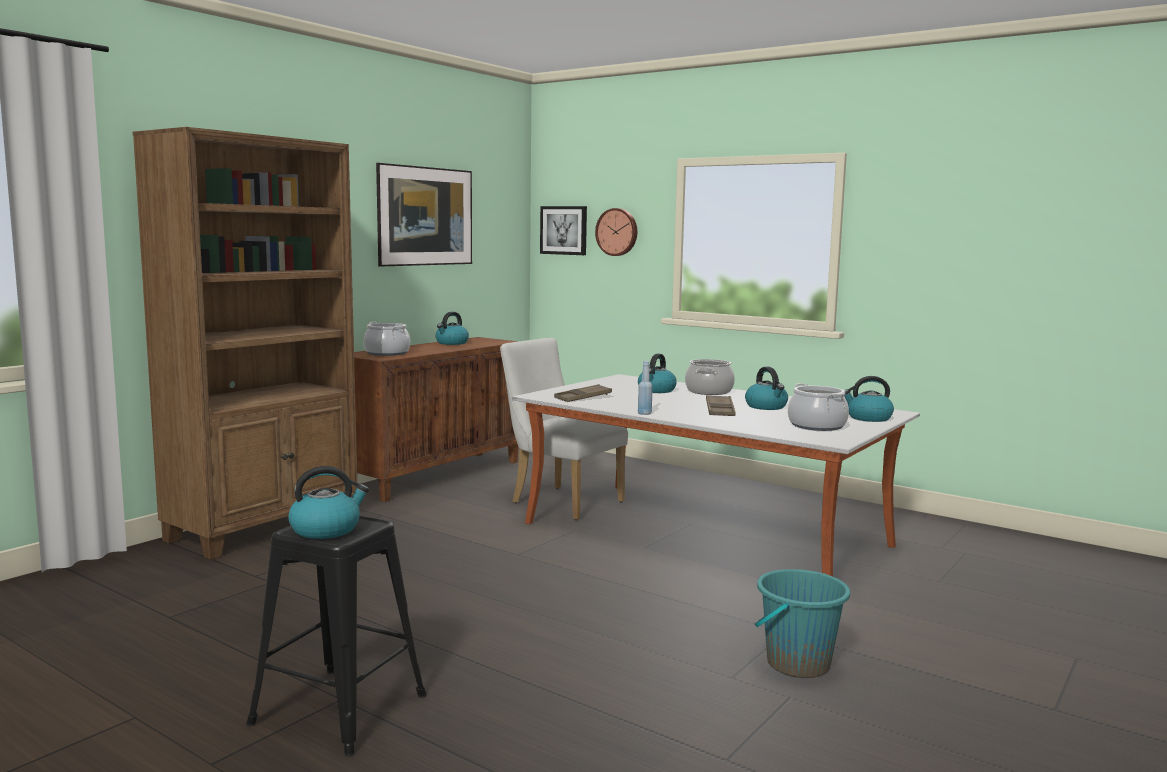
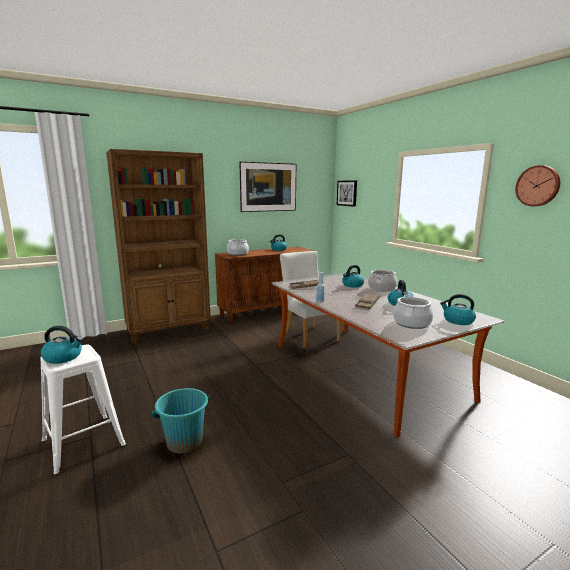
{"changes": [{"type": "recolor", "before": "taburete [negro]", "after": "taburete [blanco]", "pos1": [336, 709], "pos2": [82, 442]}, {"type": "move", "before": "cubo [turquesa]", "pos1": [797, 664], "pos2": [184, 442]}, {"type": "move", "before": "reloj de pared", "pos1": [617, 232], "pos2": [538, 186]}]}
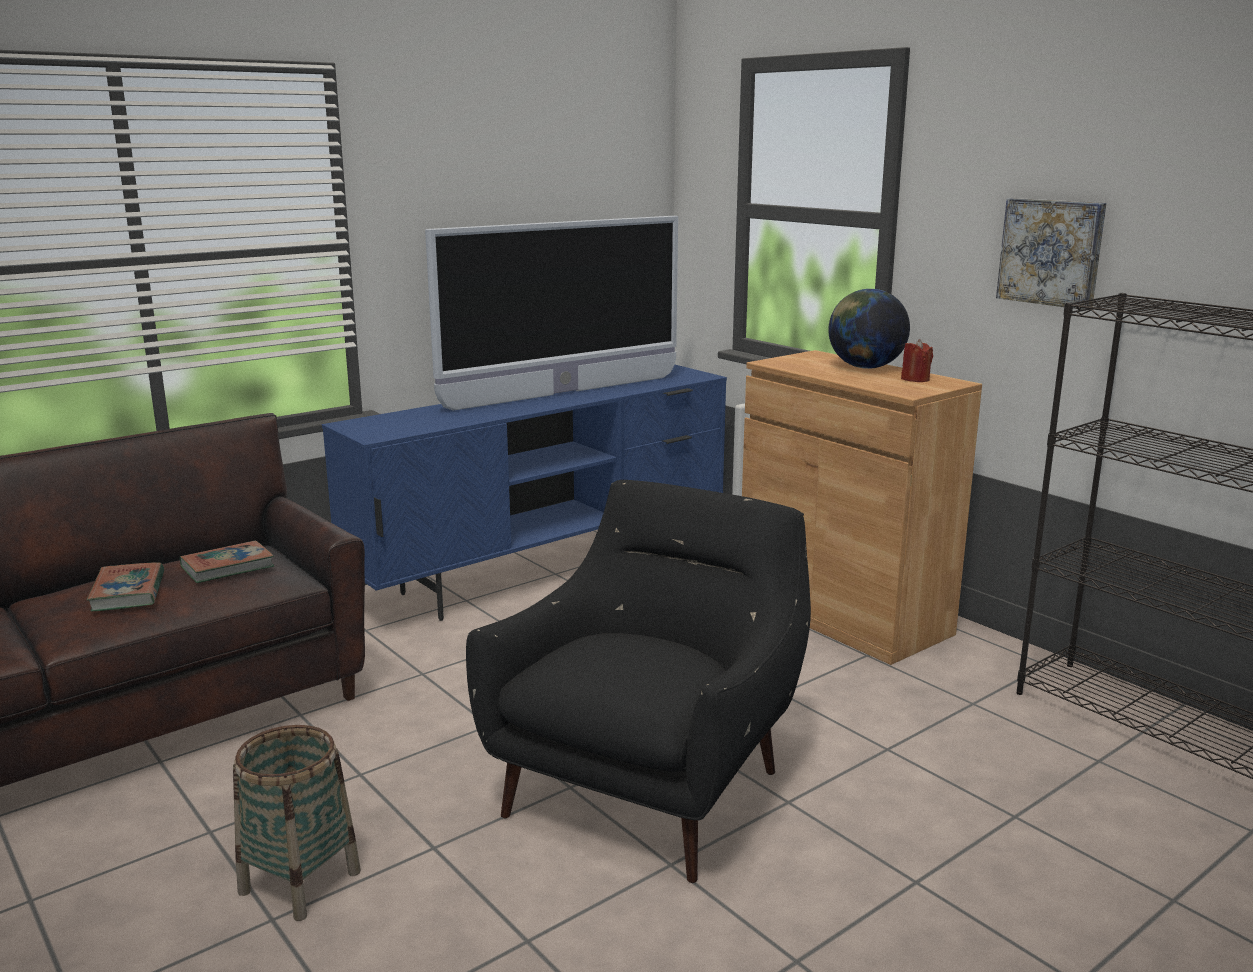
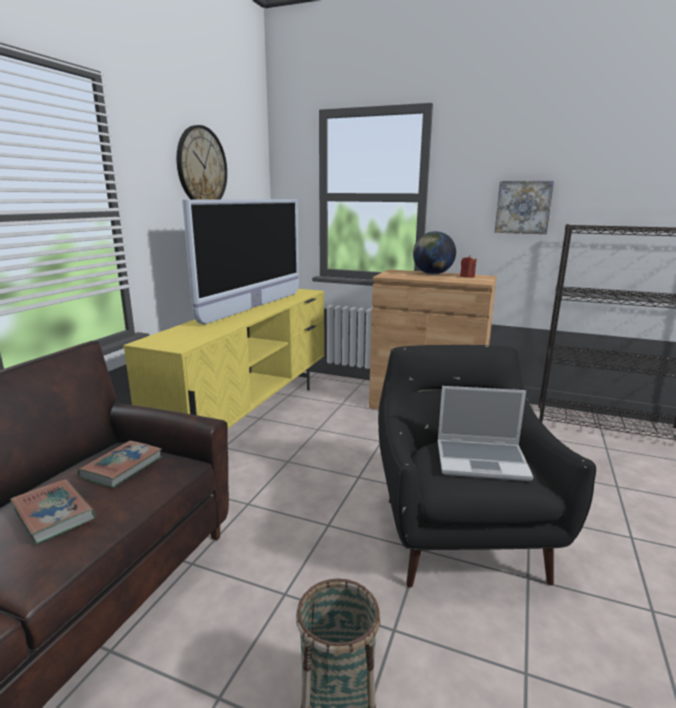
{"changes": [{"type": "recolor", "before": "mueble de televisión [azul]", "after": "mueble de televisión [amarillo]", "pos1": [547, 570], "pos2": [252, 417]}, {"type": "insert", "after": "reloj de pared", "pos2": [201, 167]}, {"type": "insert", "after": "portátil", "pos2": [482, 460]}]}
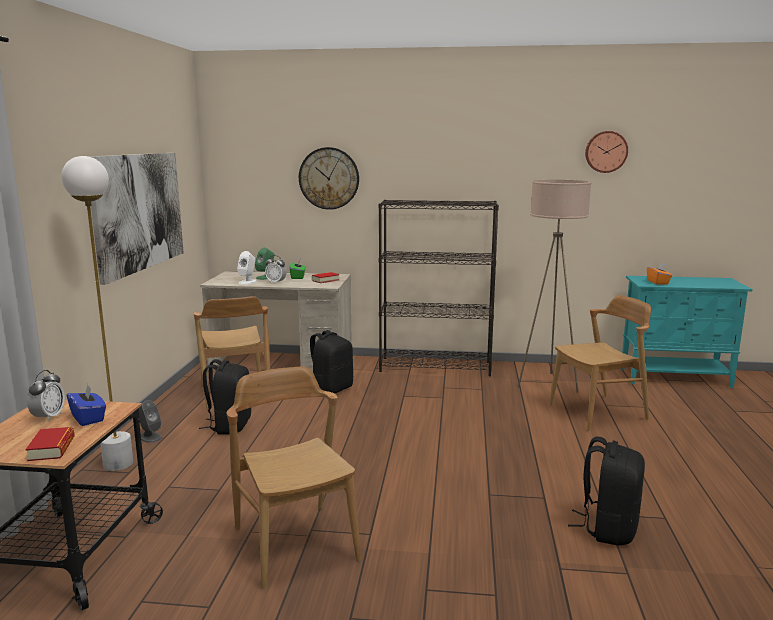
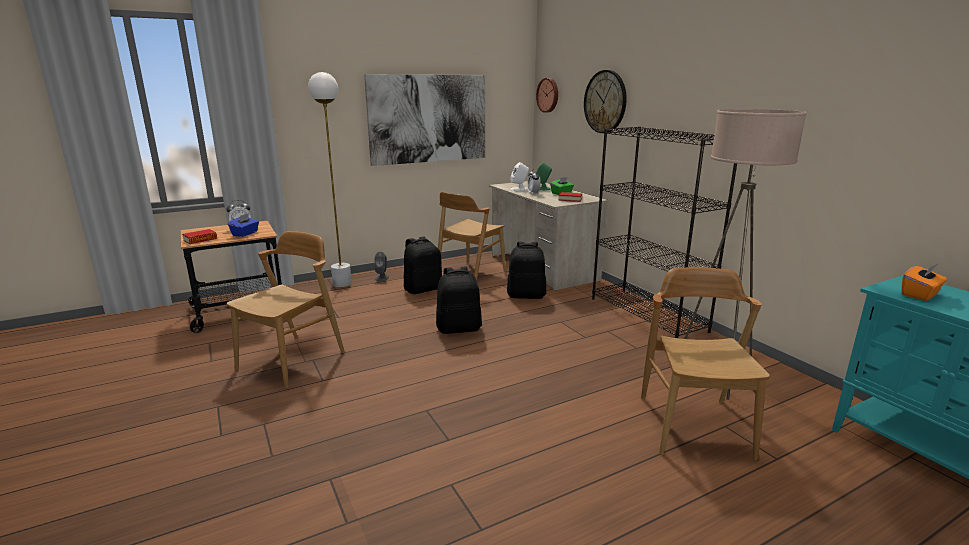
{"changes": [{"type": "move", "before": "mochila [negro]", "pos1": [607, 528], "pos2": [459, 328]}, {"type": "move", "before": "reloj de pared", "pos1": [606, 152], "pos2": [548, 95]}, {"type": "rotate", "before": "silla [marrón]", "pos1": [598, 412], "pos2": [694, 425], "turn": -120}]}
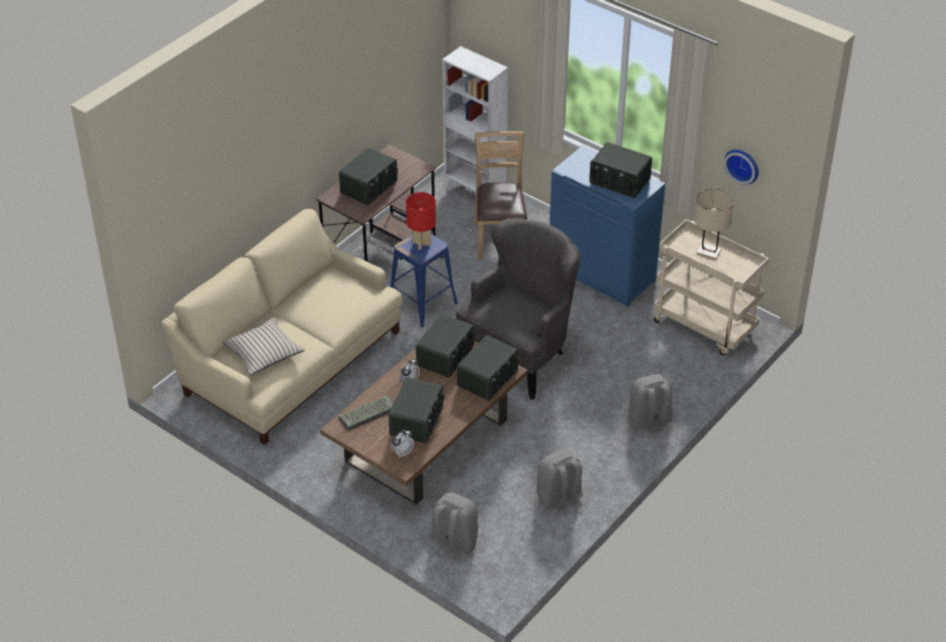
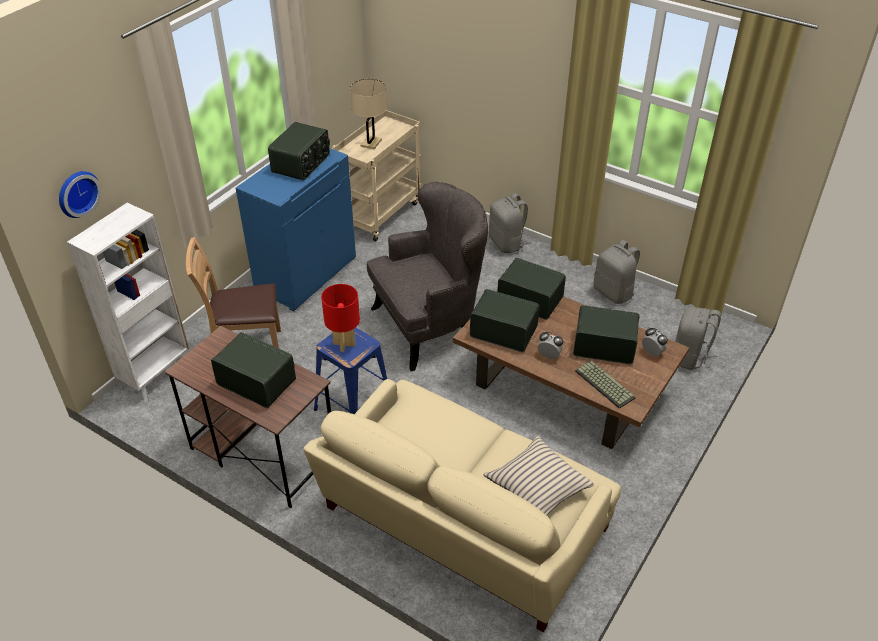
{"changes": [{"type": "move", "before": "reloj de pared", "pos1": [743, 165], "pos2": [76, 193]}, {"type": "rotate", "before": "sillón [gris]", "pos1": [520, 354], "pos2": [429, 326], "turn": 120}]}
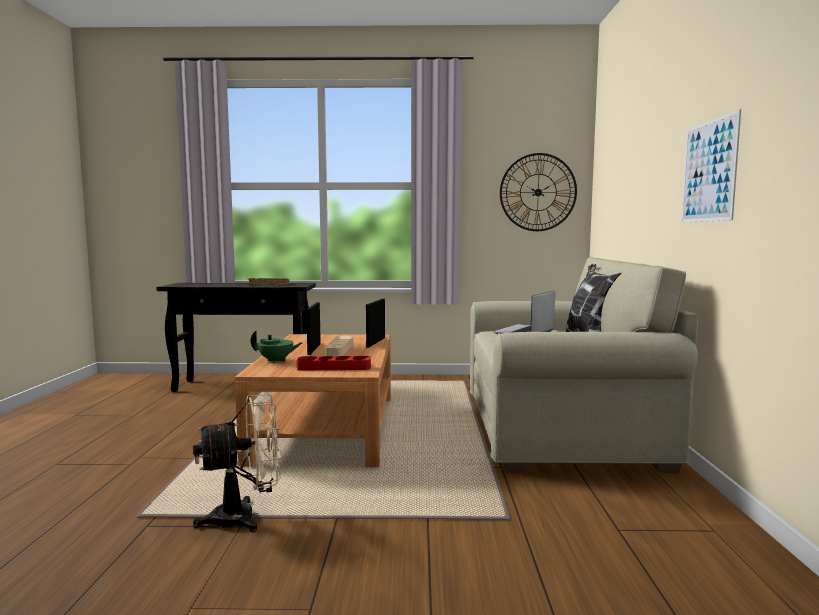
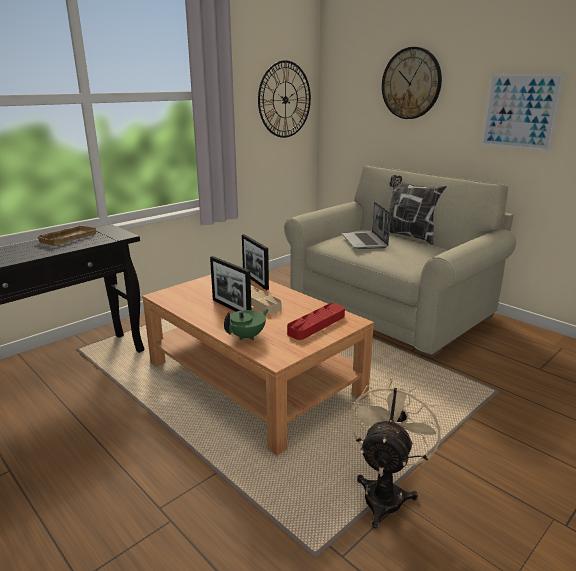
{"changes": [{"type": "insert", "after": "reloj de pared", "pos2": [411, 83]}]}
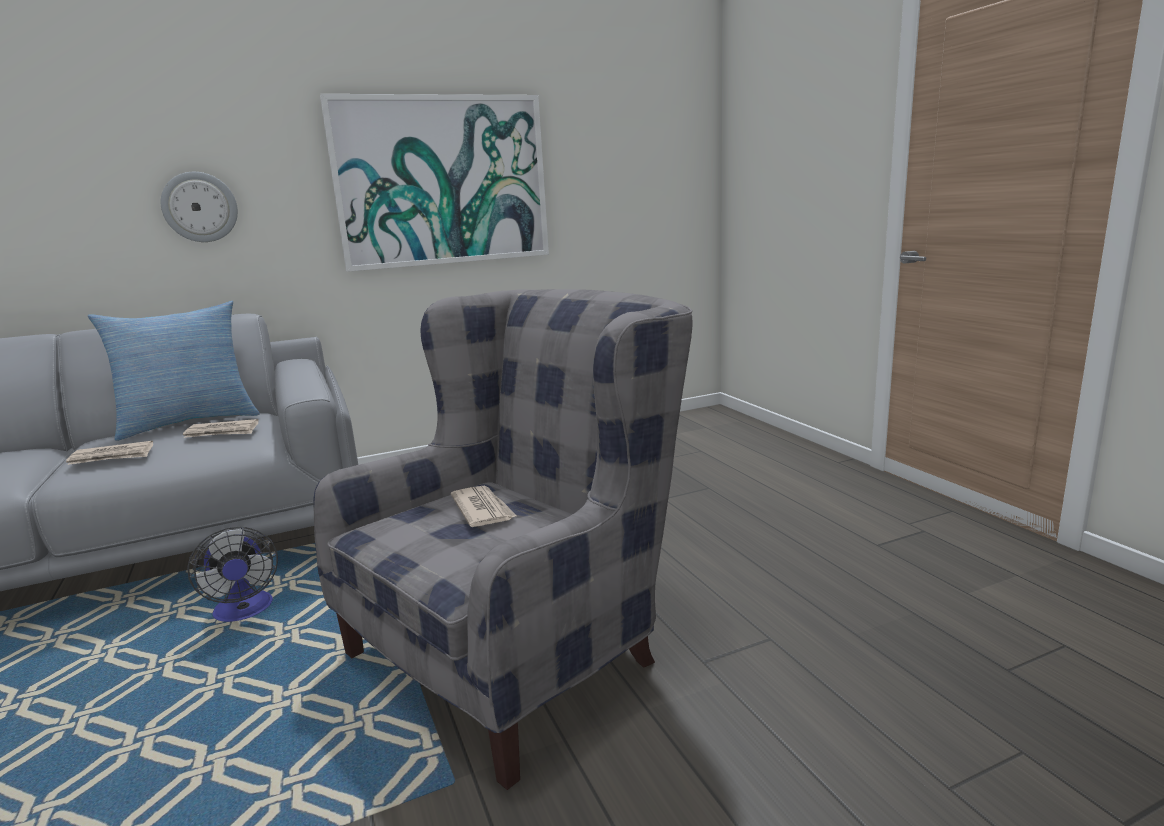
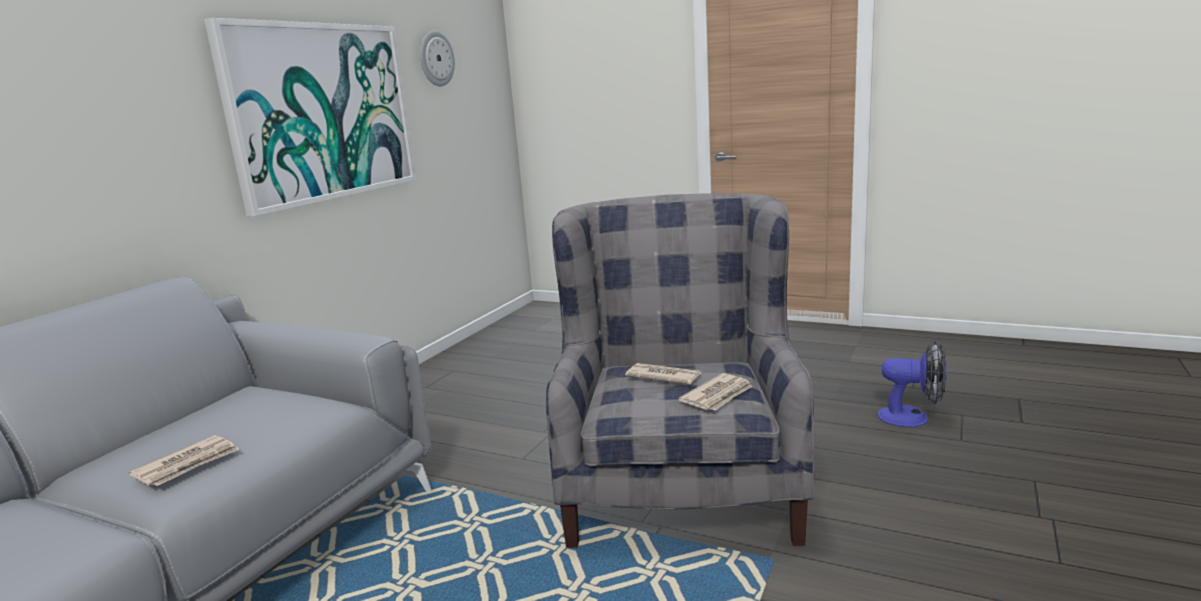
{"changes": [{"type": "move", "before": "reloj de pared", "pos1": [200, 207], "pos2": [436, 59]}, {"type": "move", "before": "periódico", "pos1": [222, 432], "pos2": [718, 395]}, {"type": "move", "before": "ventilador", "pos1": [244, 612], "pos2": [912, 417]}, {"type": "delete", "before": "cojín", "pos1": [189, 422]}]}
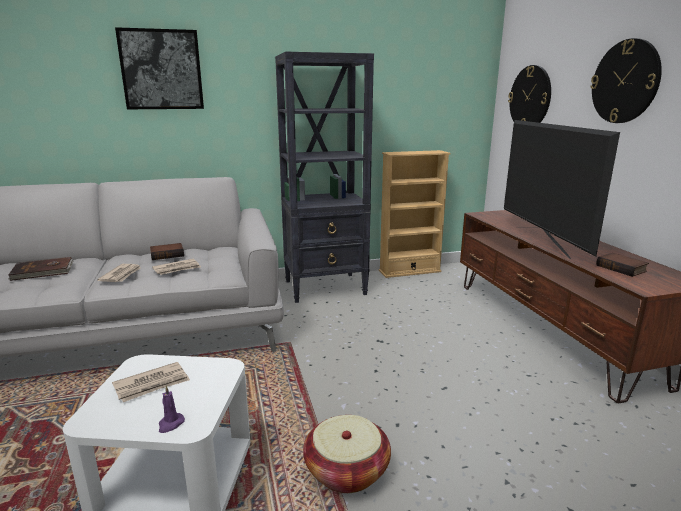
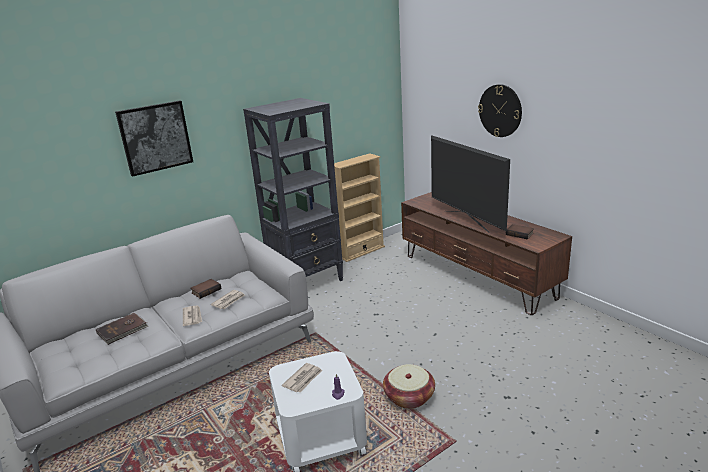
{"changes": [{"type": "delete", "before": "reloj de pared", "pos1": [530, 98]}]}
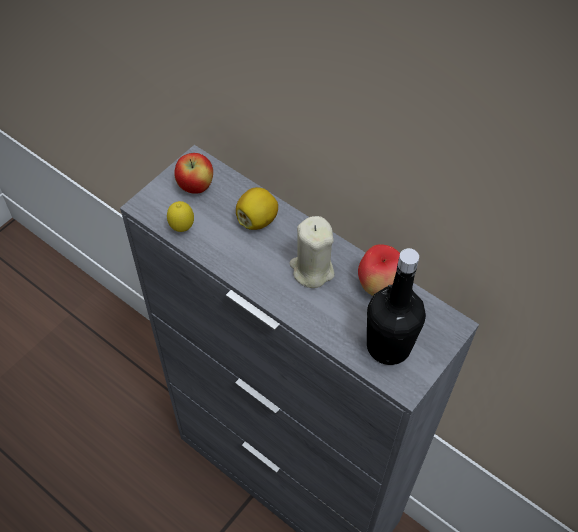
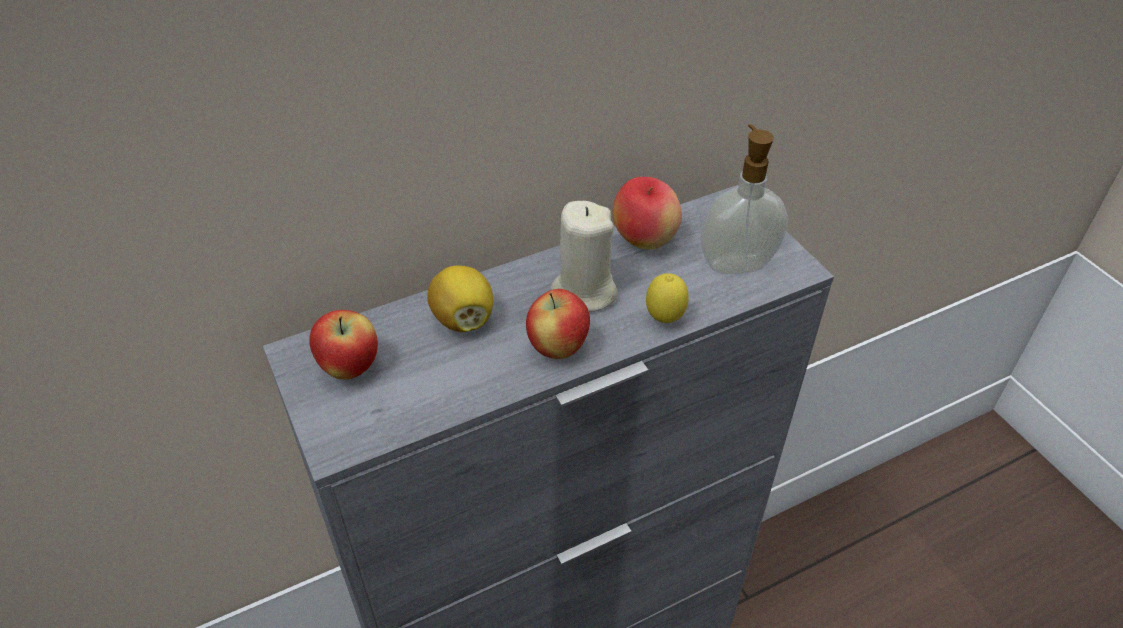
{"changes": [{"type": "insert", "after": "manzana", "pos2": [557, 348]}, {"type": "move", "before": "limón", "pos1": [182, 228], "pos2": [664, 320]}, {"type": "replace", "before": "botella [negro]", "after": "dispensador de jabón", "pos1": [388, 346], "pos2": [736, 263]}]}
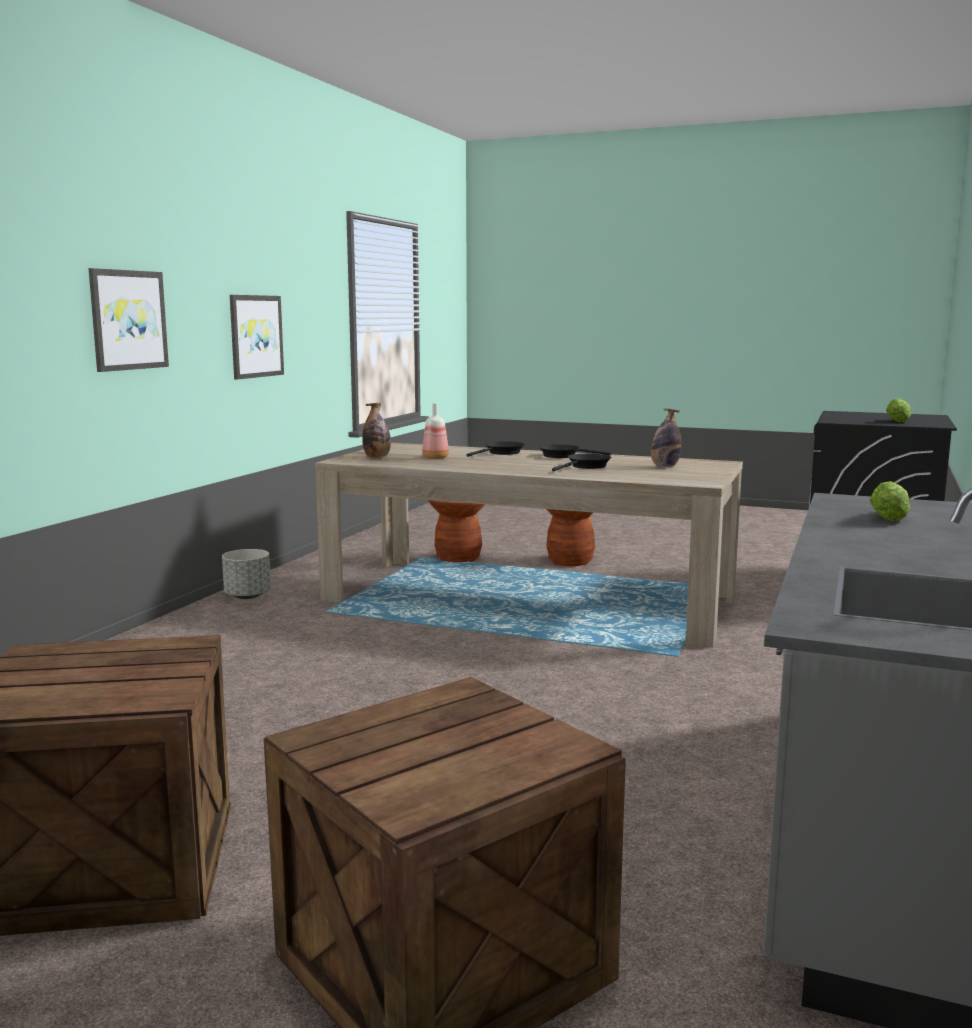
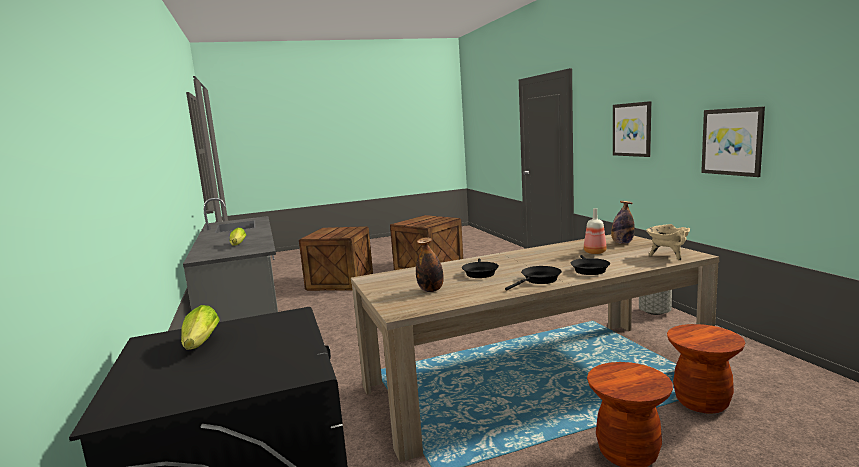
{"changes": [{"type": "insert", "after": "olla [beis]", "pos2": [667, 256]}]}
